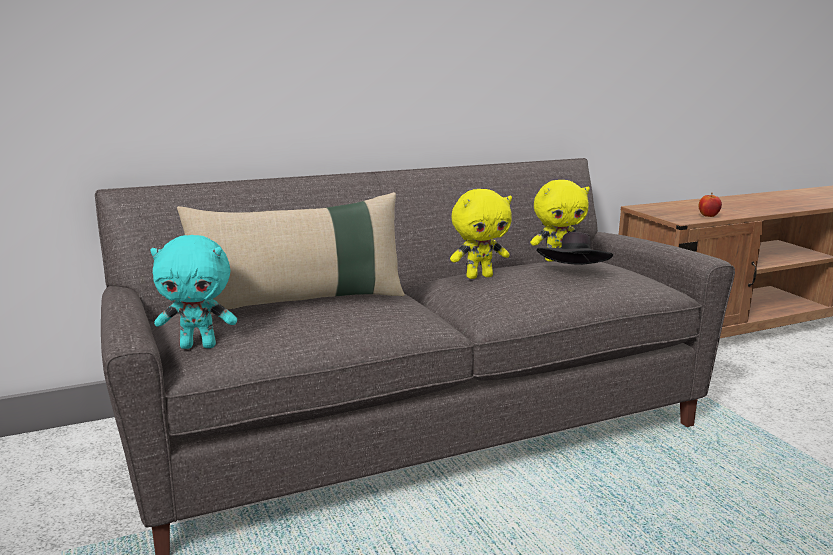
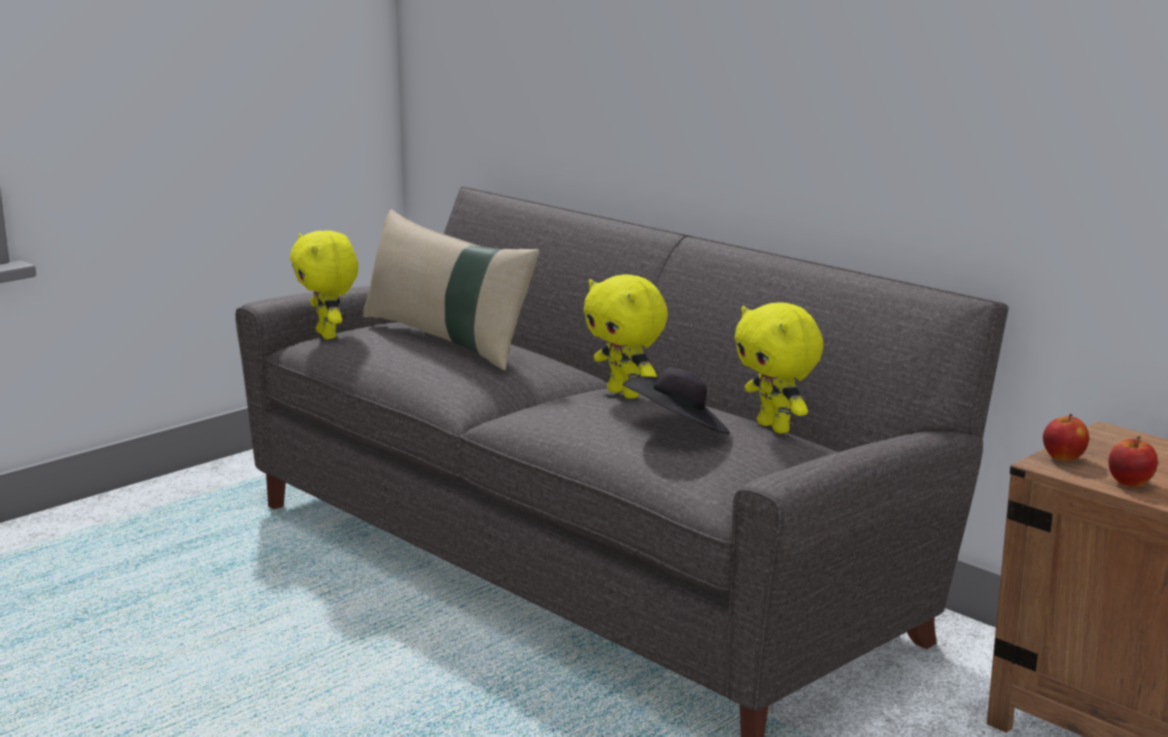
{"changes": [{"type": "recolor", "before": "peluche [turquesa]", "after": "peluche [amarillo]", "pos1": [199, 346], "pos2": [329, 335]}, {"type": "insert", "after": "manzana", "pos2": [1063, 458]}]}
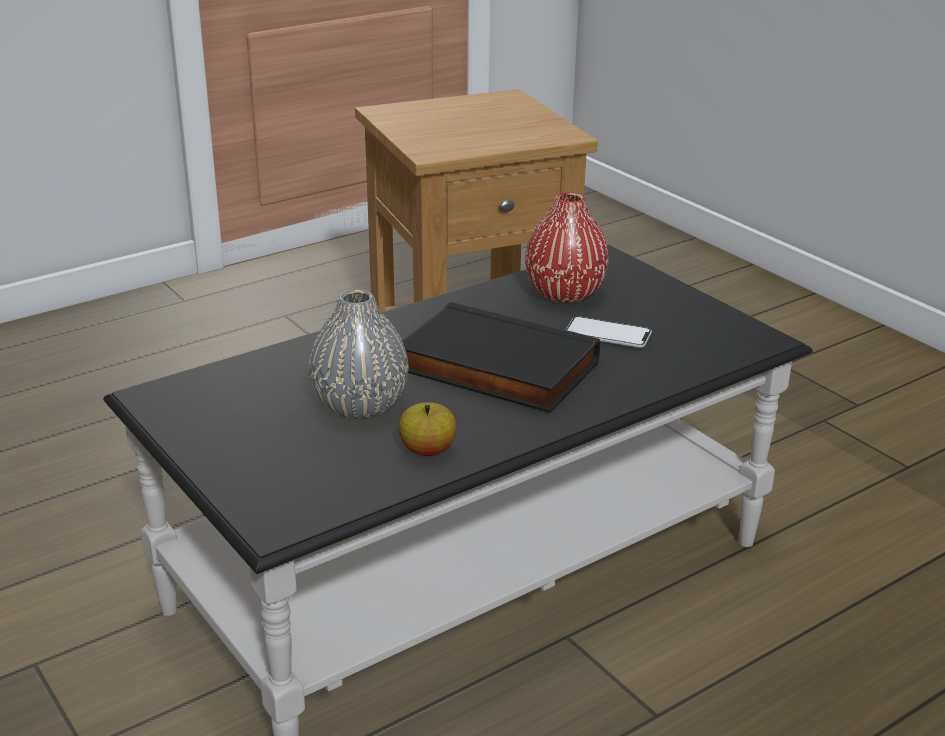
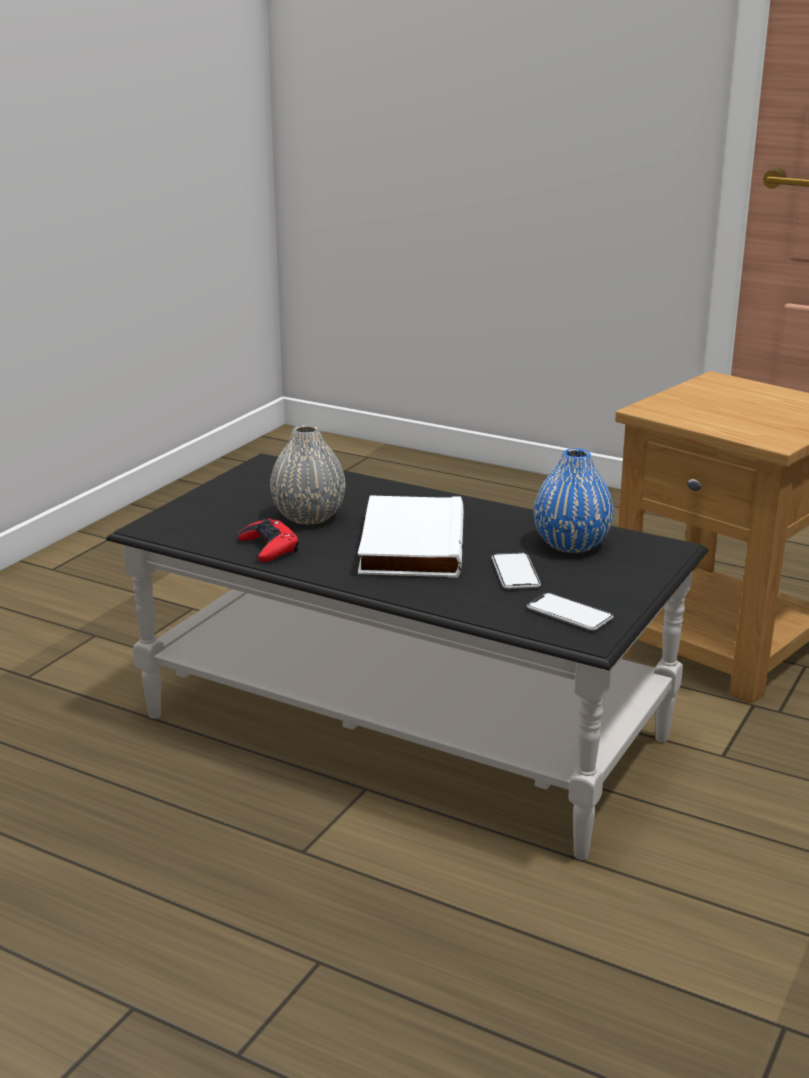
{"changes": [{"type": "replace", "before": "manzana", "after": "mando de consola [rojo]", "pos1": [427, 450], "pos2": [269, 547]}, {"type": "recolor", "before": "libro [negro]", "after": "libro [blanco]", "pos1": [494, 368], "pos2": [408, 544]}, {"type": "insert", "after": "móvil", "pos2": [569, 613]}, {"type": "recolor", "before": "florero [rojo]", "after": "florero [azul]", "pos1": [565, 293], "pos2": [571, 544]}]}
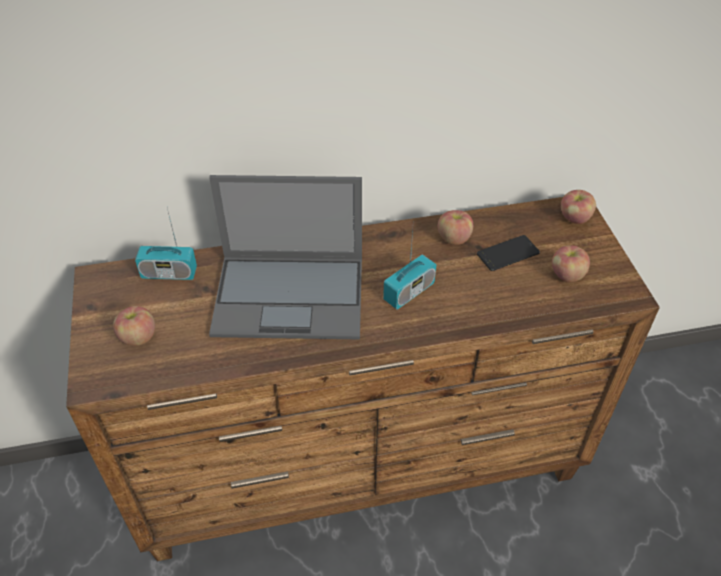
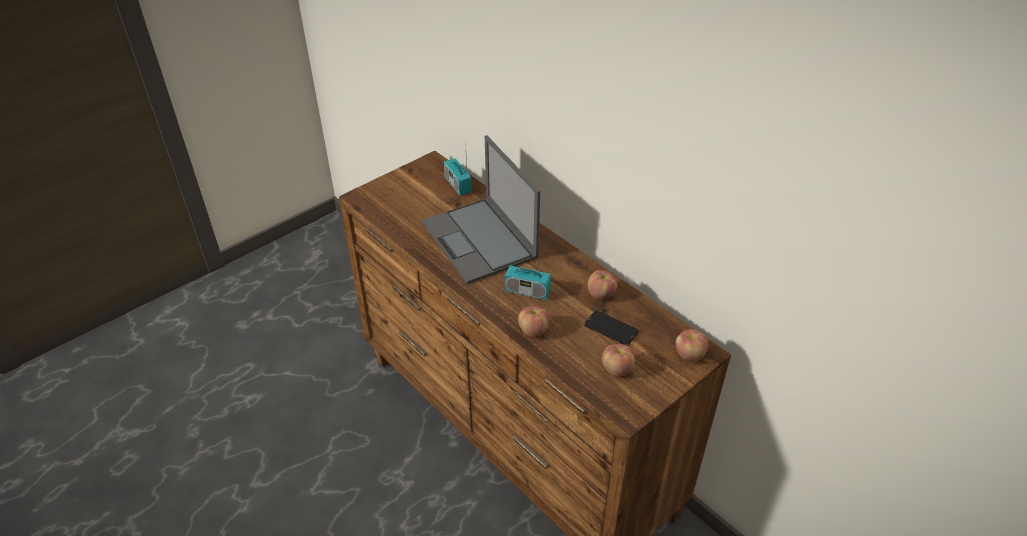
{"changes": [{"type": "move", "before": "manzana", "pos1": [138, 337], "pos2": [533, 330]}]}
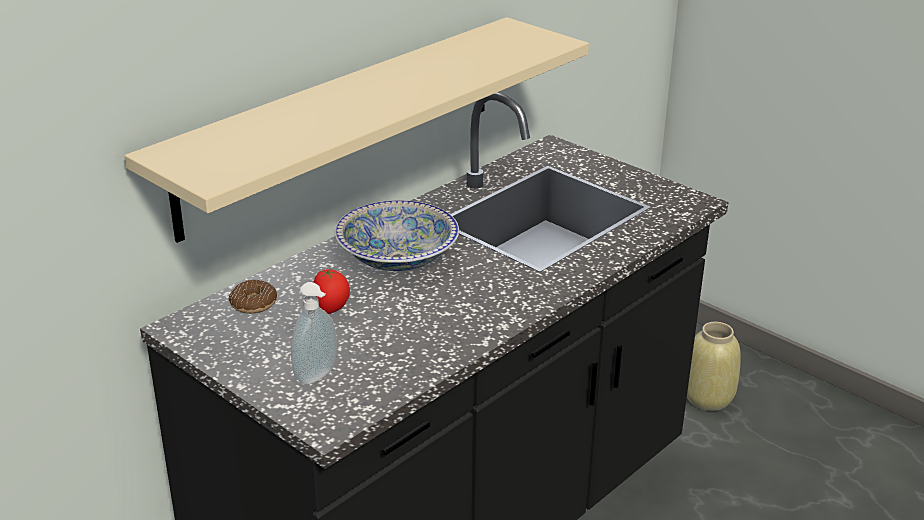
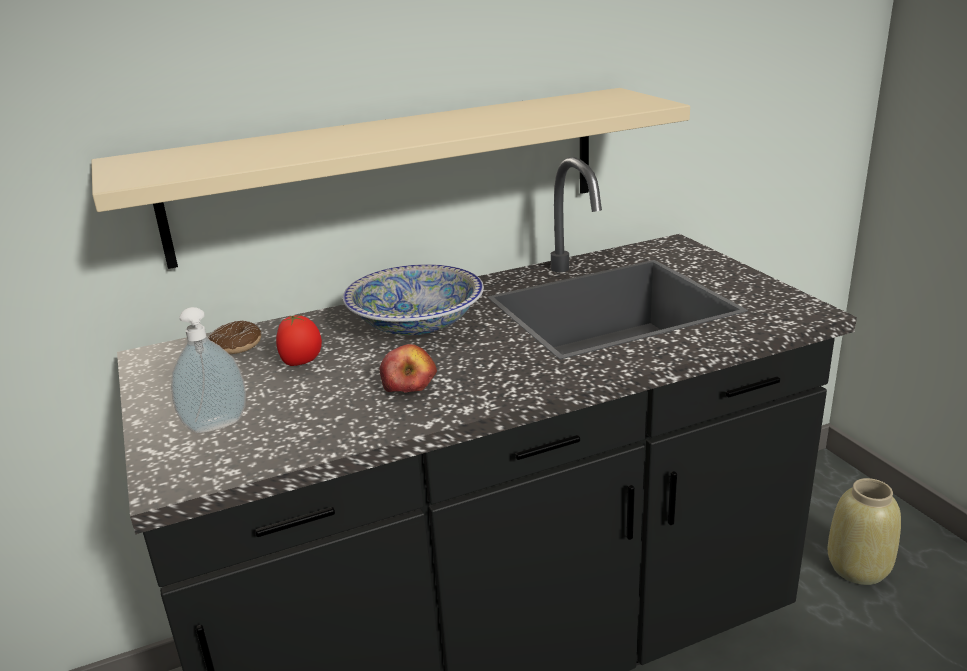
{"changes": [{"type": "insert", "after": "manzana", "pos2": [409, 384]}]}
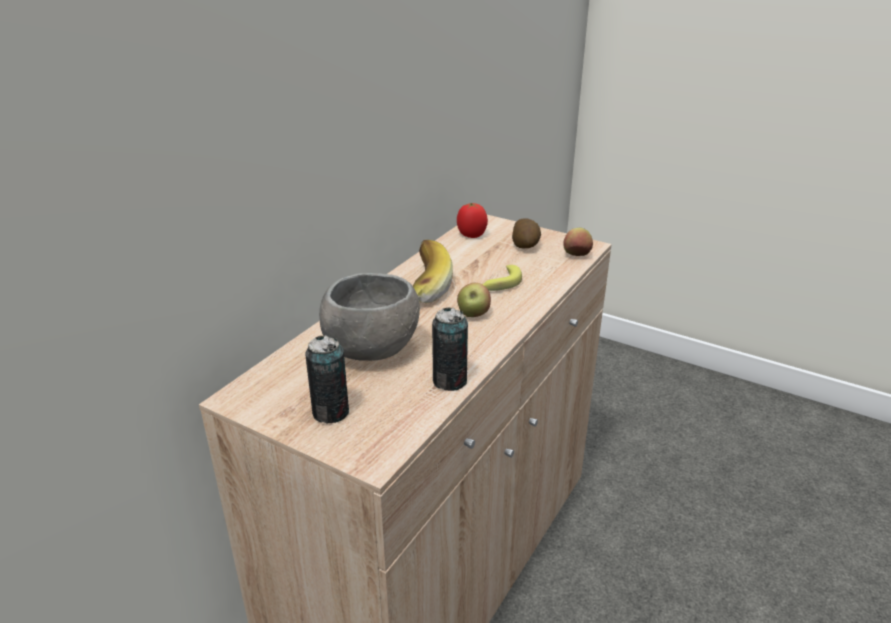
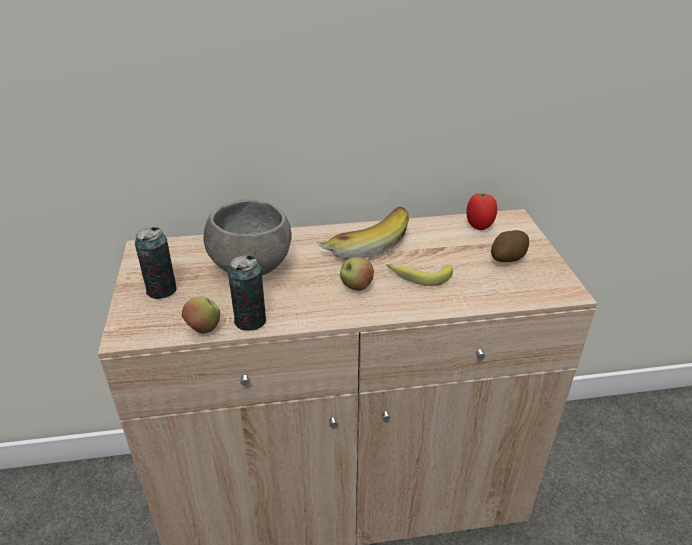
{"changes": [{"type": "move", "before": "manzana", "pos1": [576, 256], "pos2": [203, 329]}]}
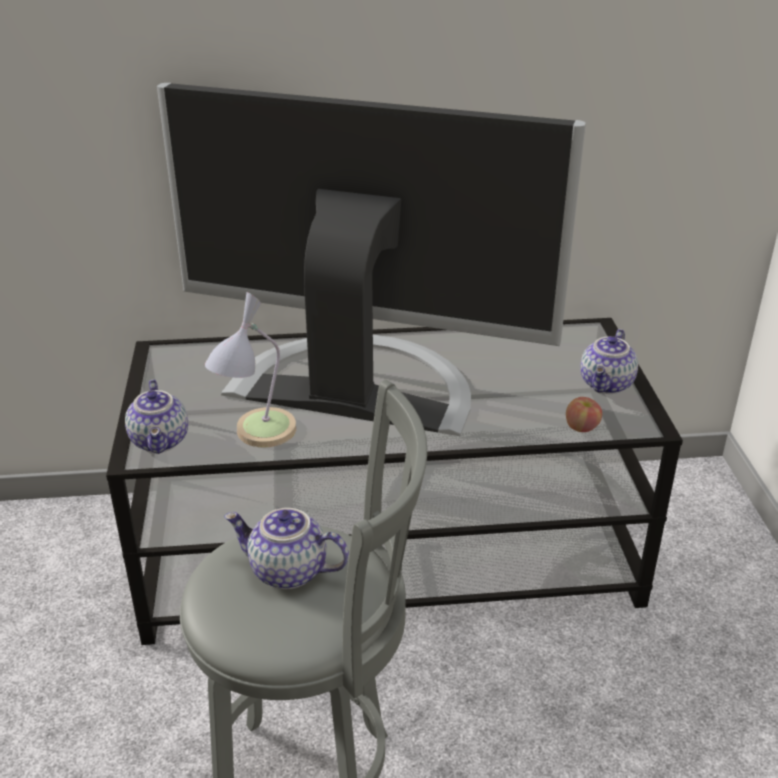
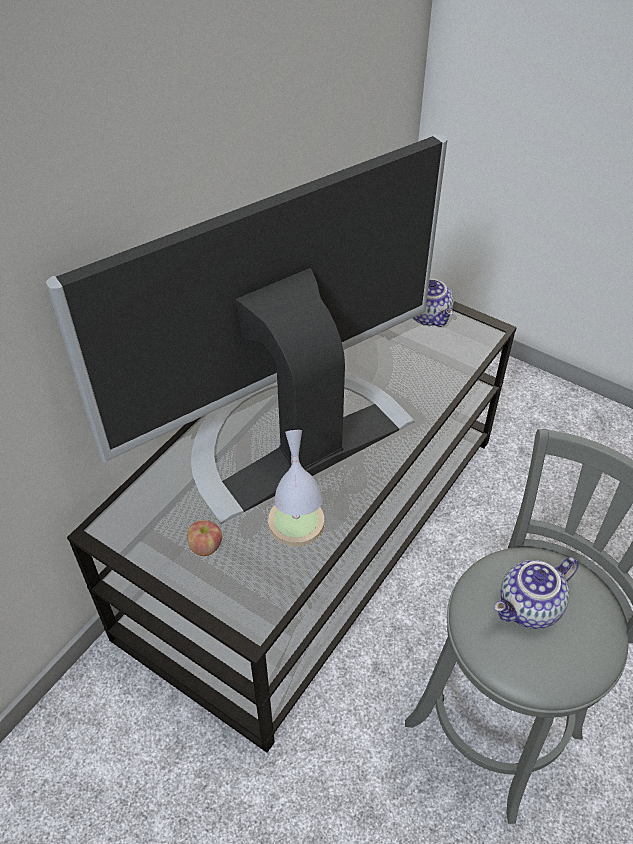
{"changes": [{"type": "move", "before": "manzana", "pos1": [581, 427], "pos2": [205, 546]}, {"type": "delete", "before": "tetera", "pos1": [161, 441]}]}
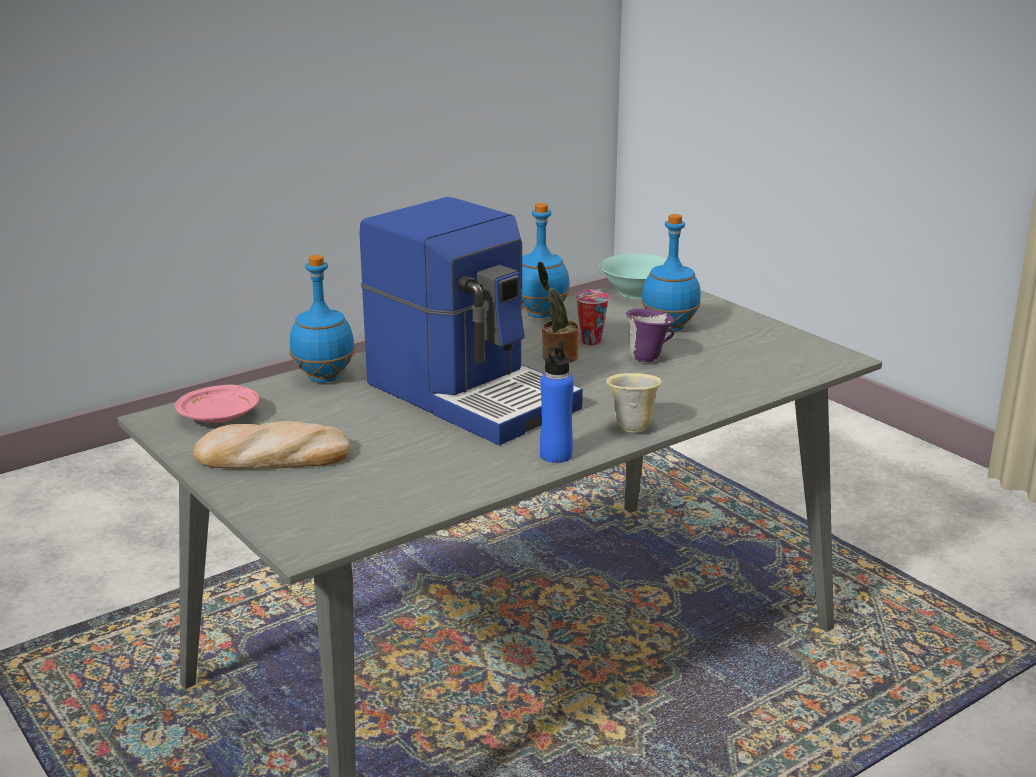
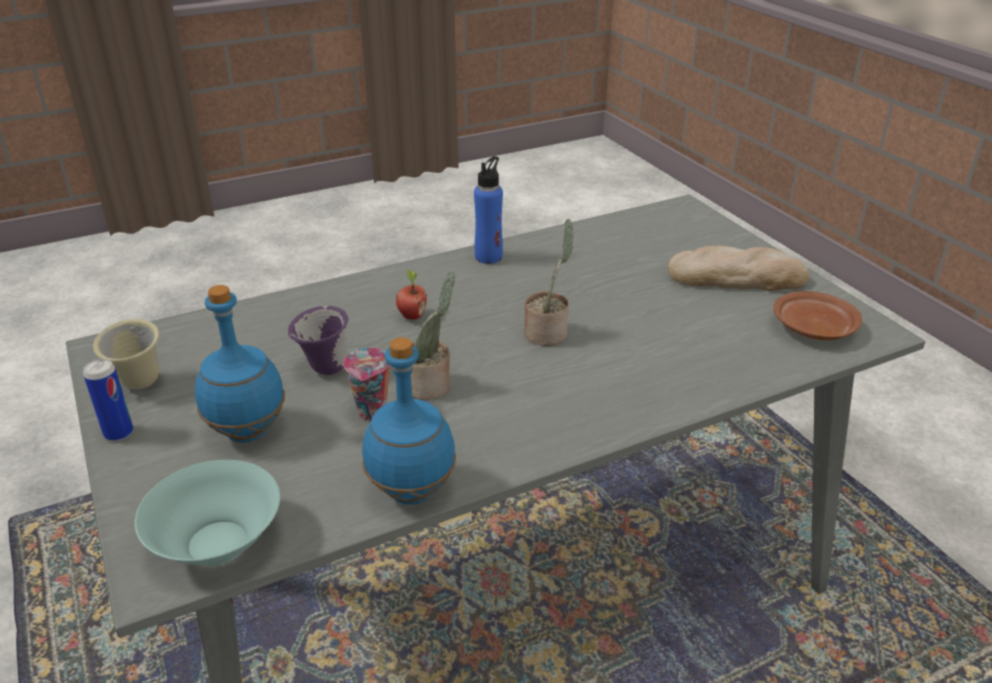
{"changes": [{"type": "insert", "after": "lata", "pos2": [119, 433]}, {"type": "move", "before": "taza grande [beis]", "pos1": [632, 427], "pos2": [139, 386]}, {"type": "insert", "after": "manzana", "pos2": [411, 316]}, {"type": "replace", "before": "cafetera", "after": "planta en maceta", "pos1": [472, 394], "pos2": [548, 333]}, {"type": "recolor", "before": "plato [rosa]", "after": "plato [marrón]", "pos1": [220, 416], "pos2": [812, 328]}, {"type": "delete", "before": "botella [azul]", "pos1": [323, 378]}]}
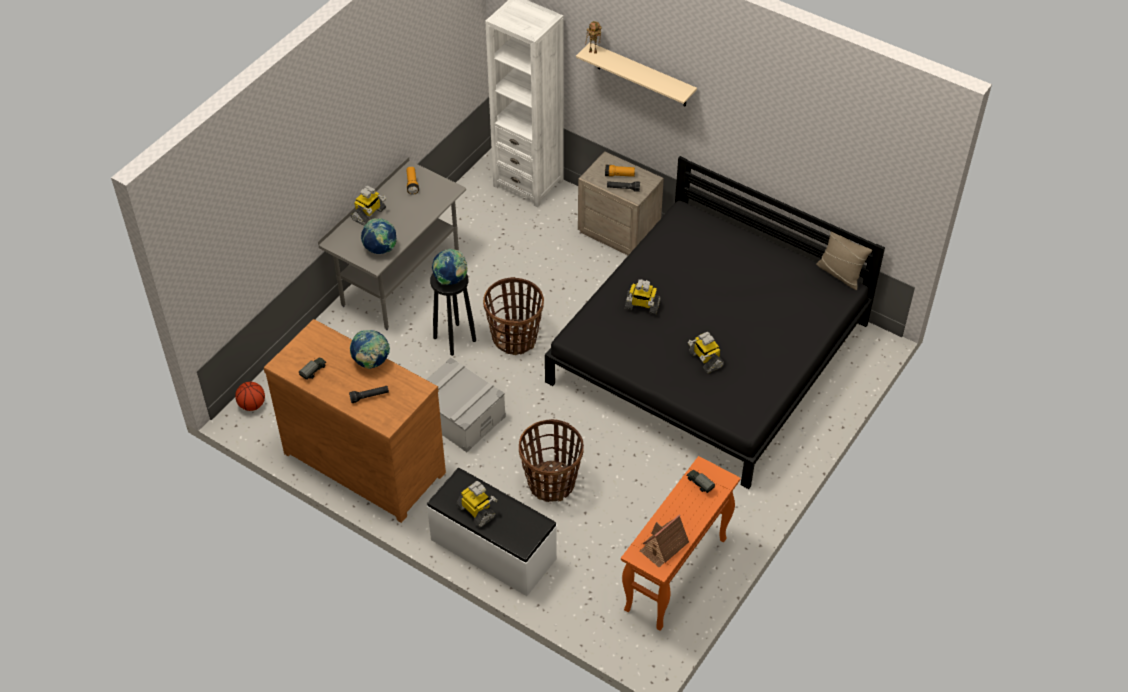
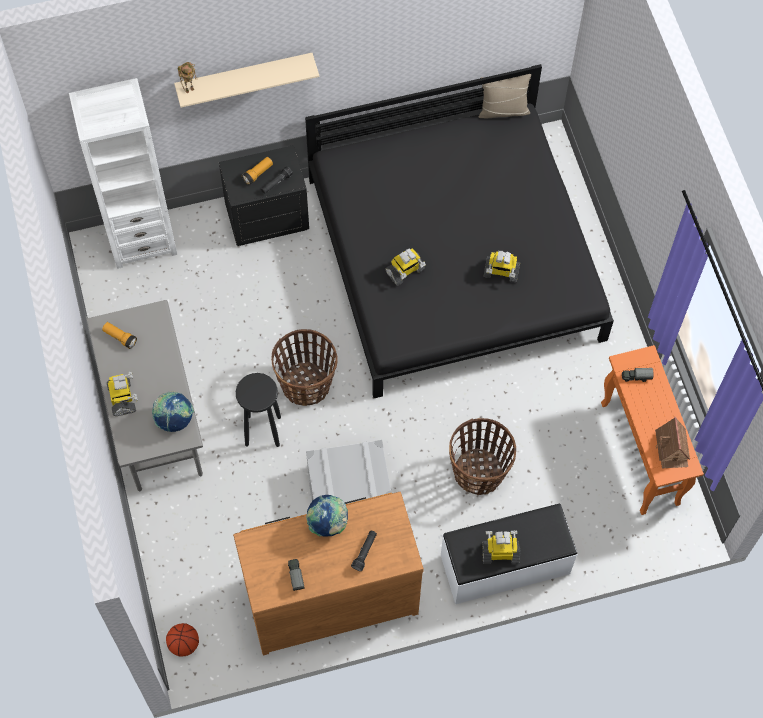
{"changes": [{"type": "recolor", "before": "mesita de noche [beis]", "after": "mesita de noche [negro]", "pos1": [619, 232], "pos2": [267, 217]}, {"type": "delete", "before": "globo terráqueo", "pos1": [450, 280]}]}
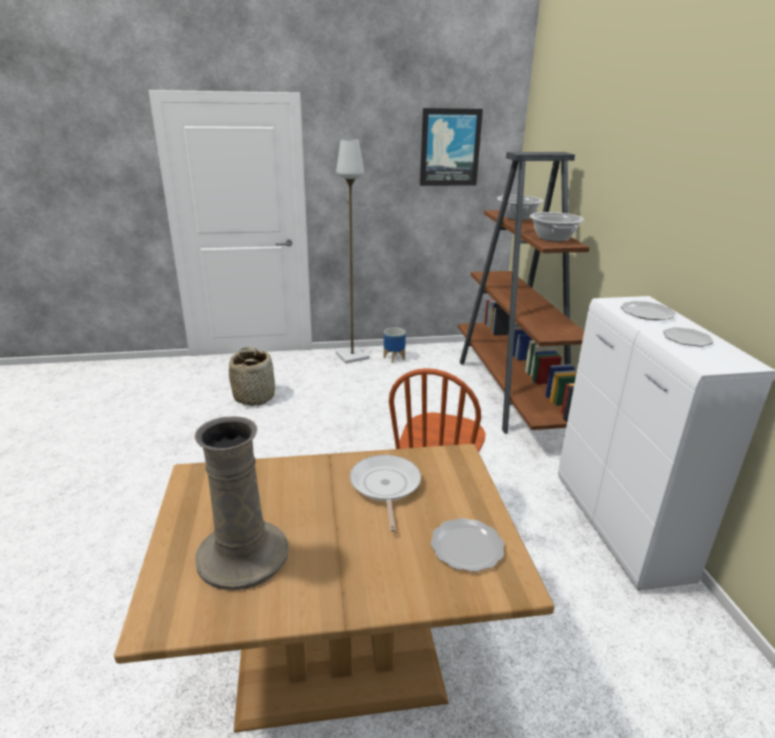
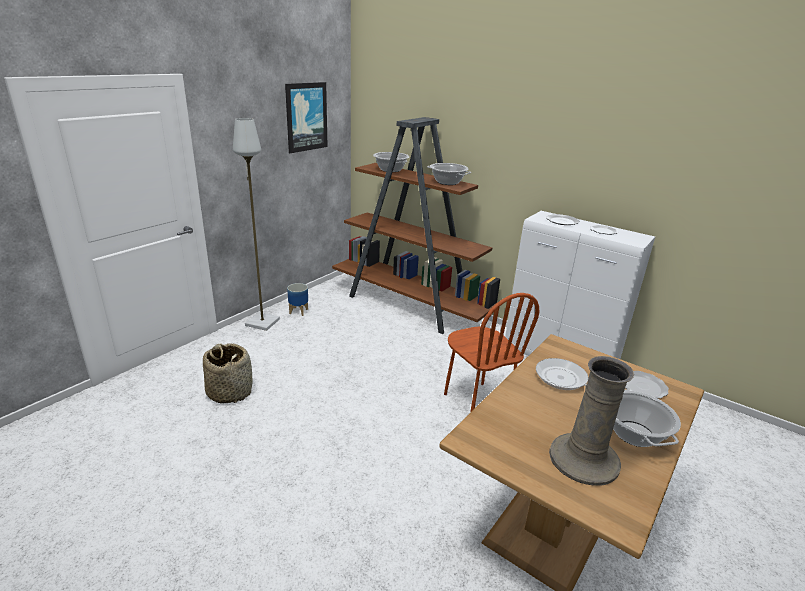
{"changes": [{"type": "insert", "after": "olla", "pos2": [634, 433]}]}
